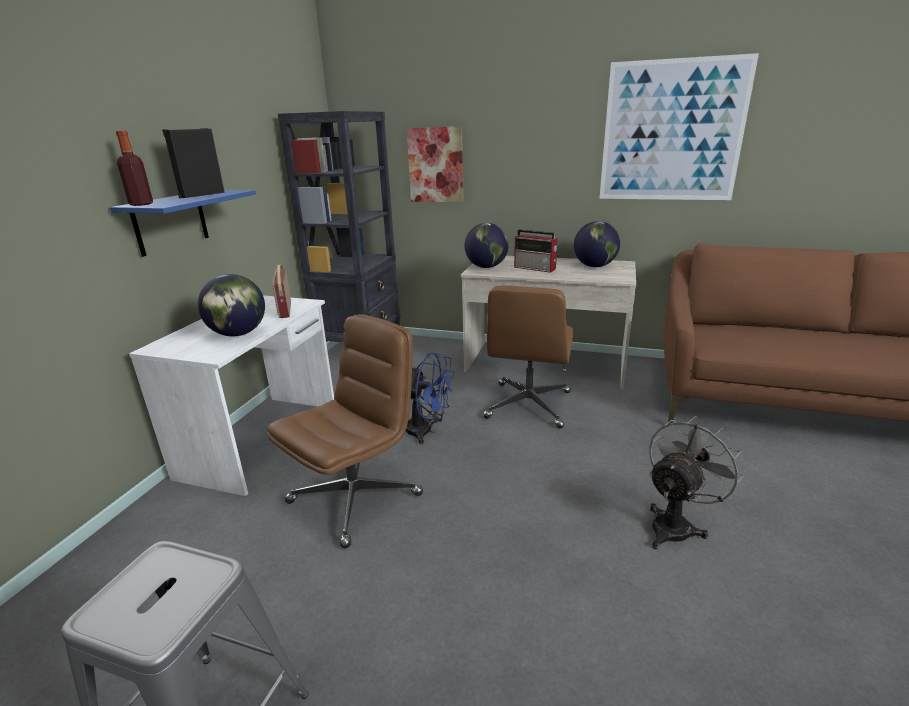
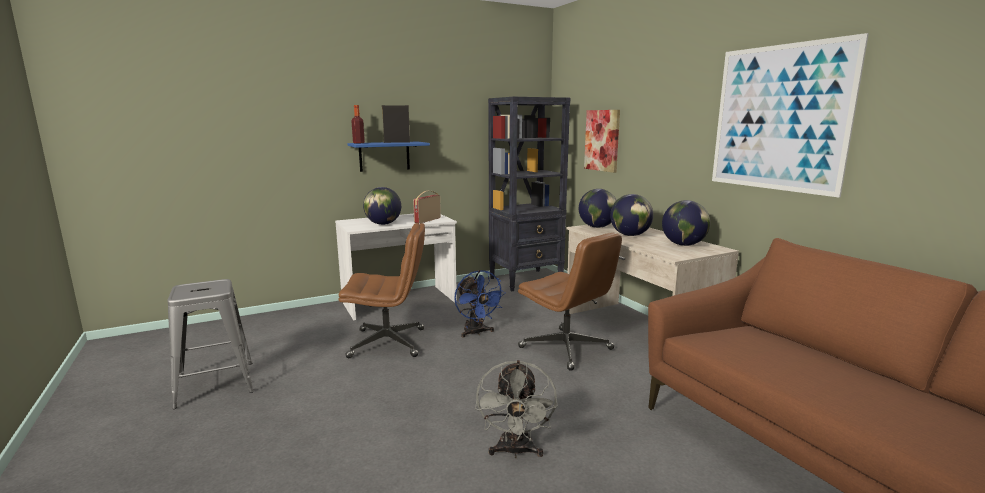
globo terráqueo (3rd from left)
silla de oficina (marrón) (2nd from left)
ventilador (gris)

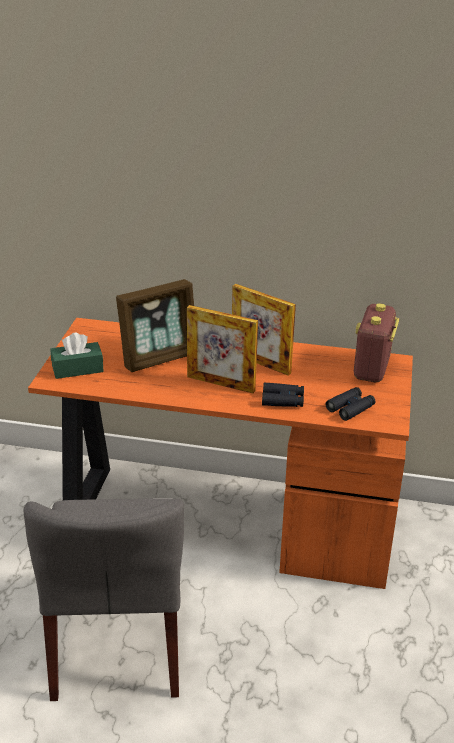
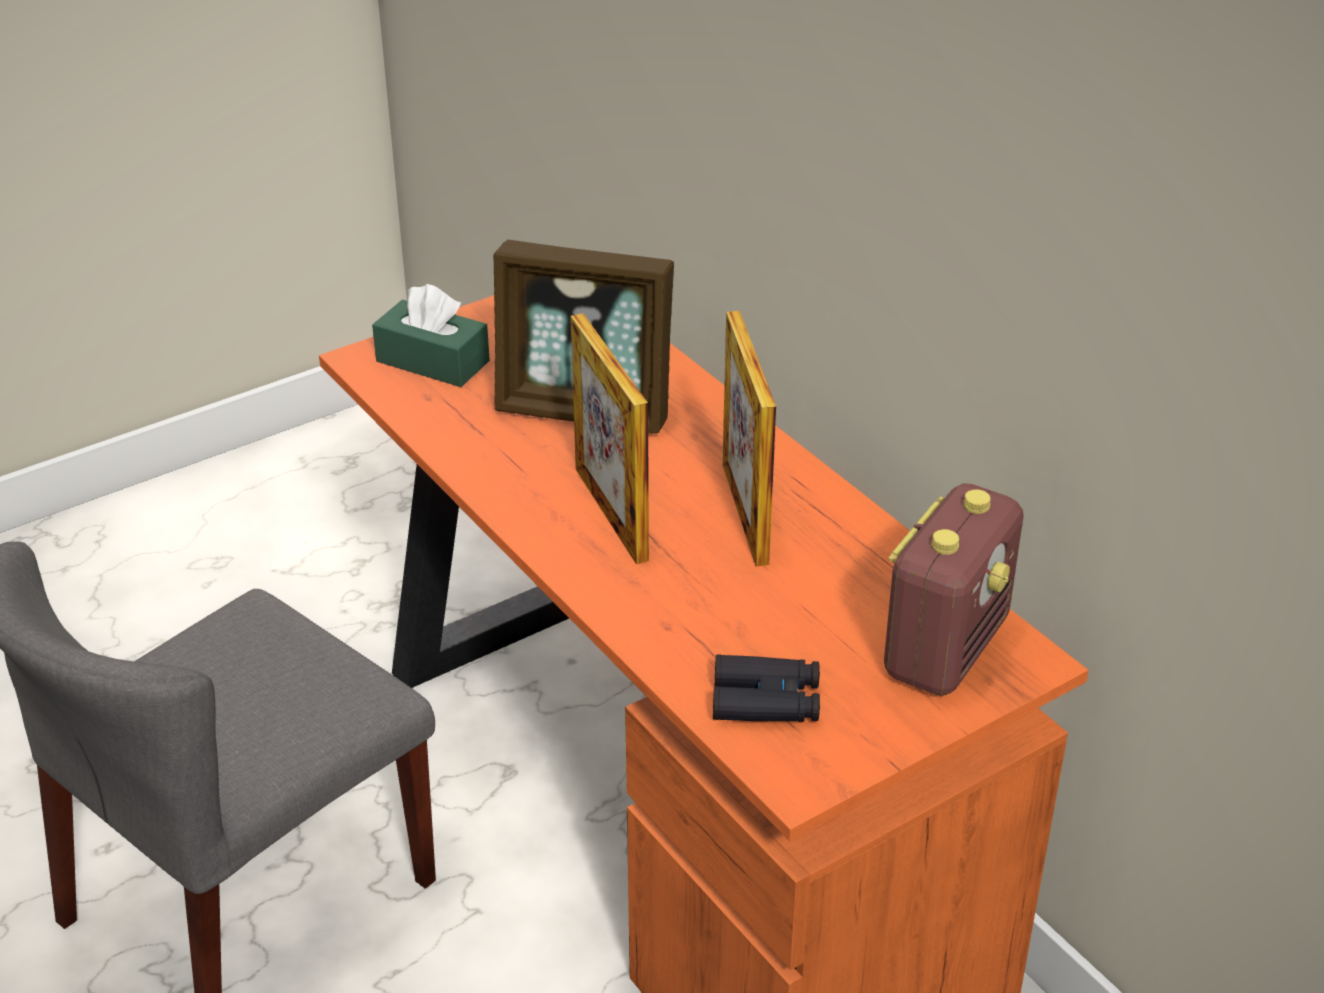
prismáticos (negro) (1st from left in the first image)
radio

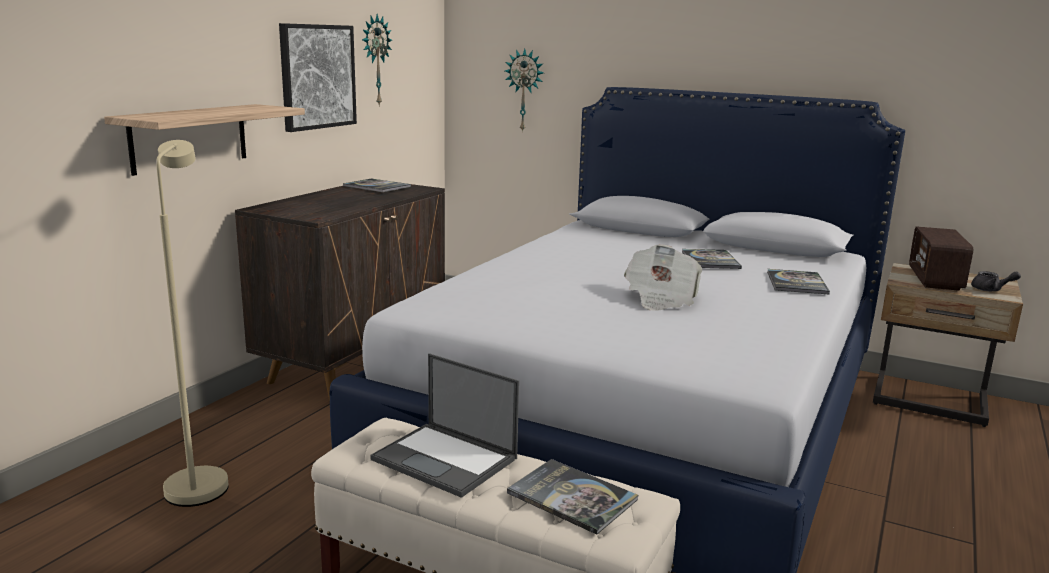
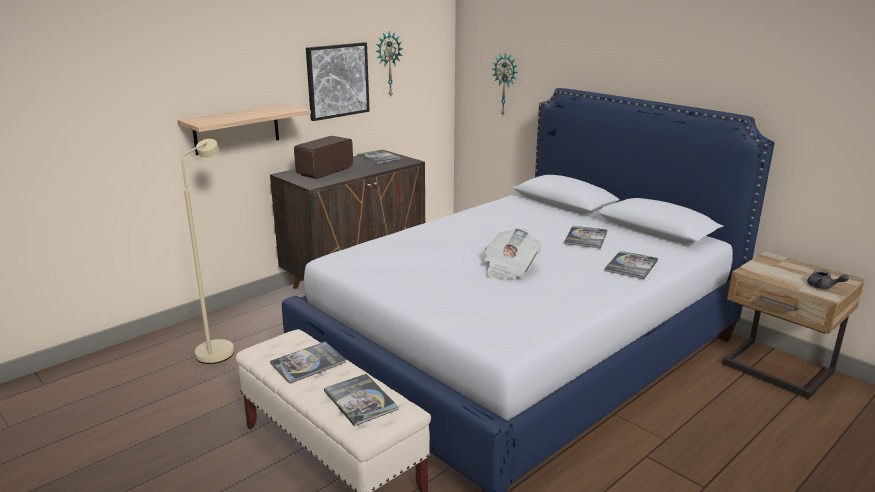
radio
libro (1st from left)

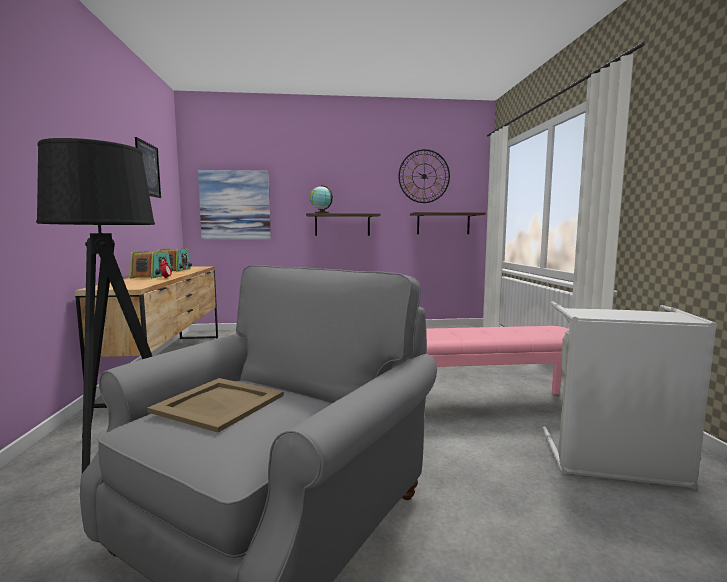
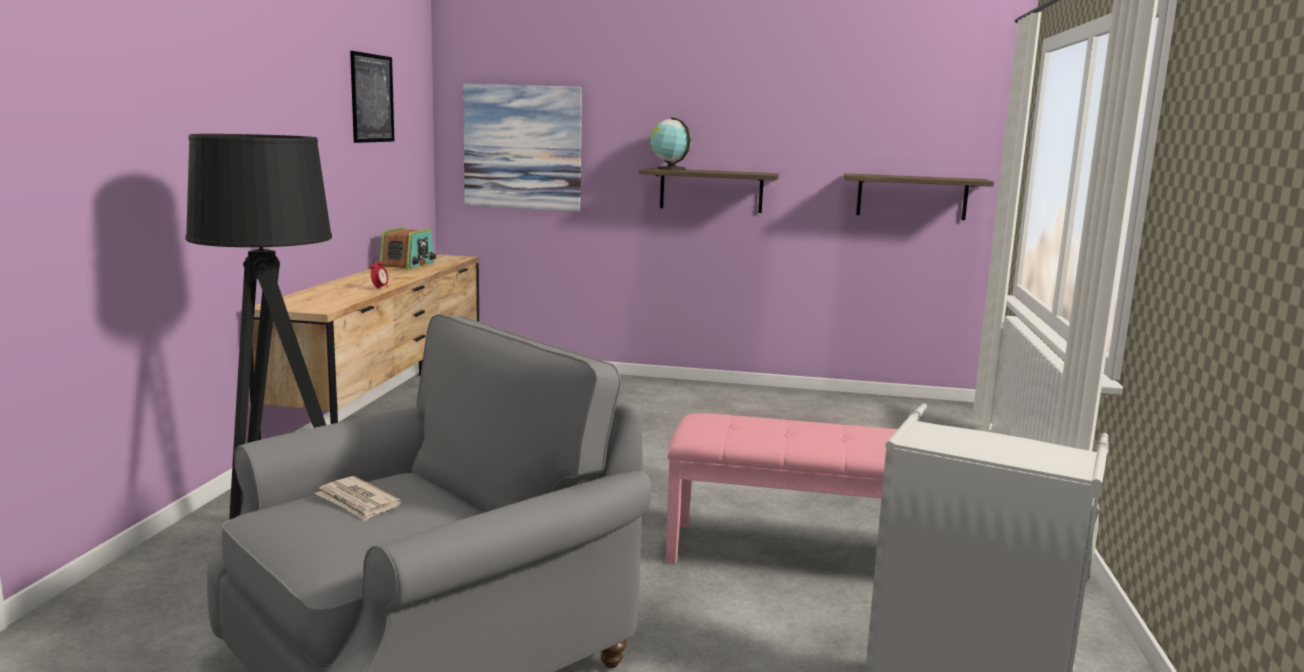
radio (1st from left in the first image)
reloj de pared
periódico

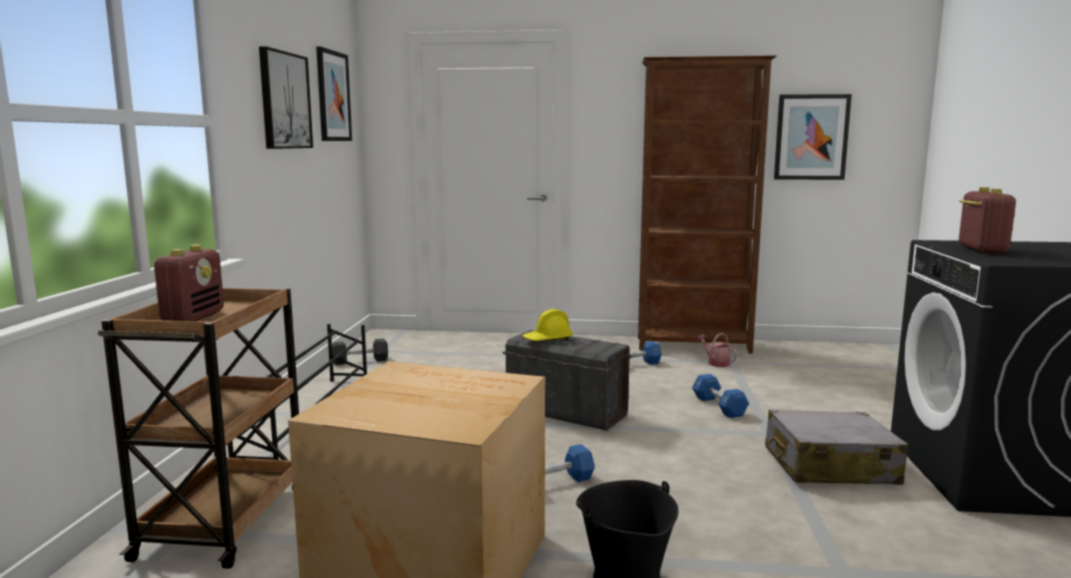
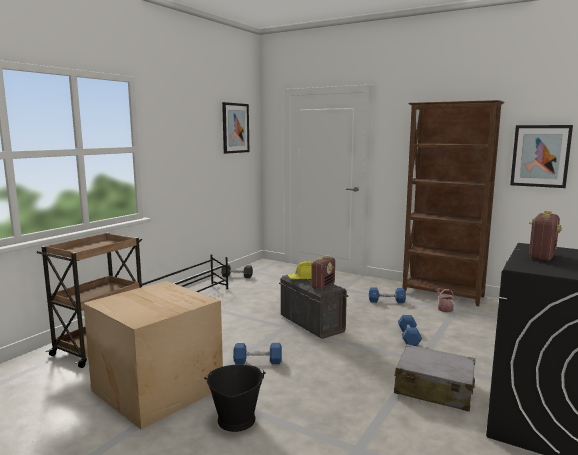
cuadro (1st from left in the first image)
radio (1st from left)

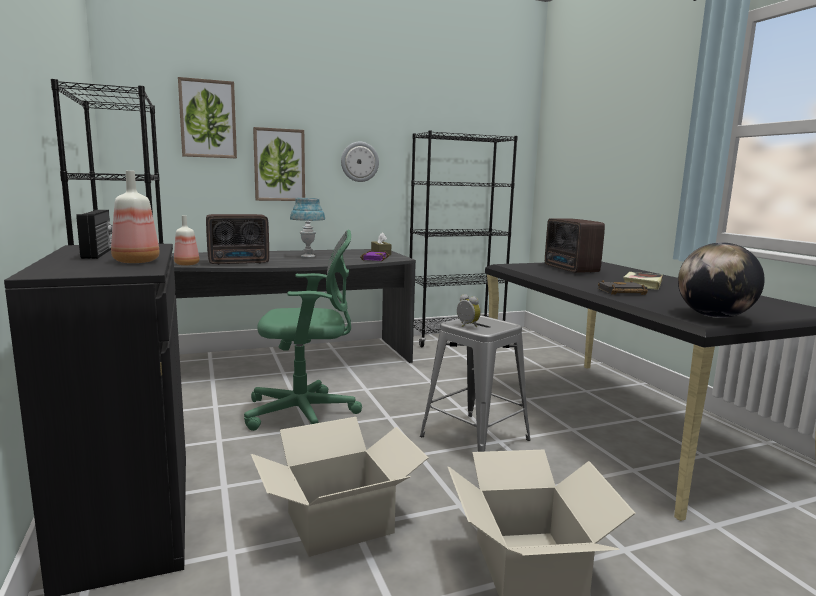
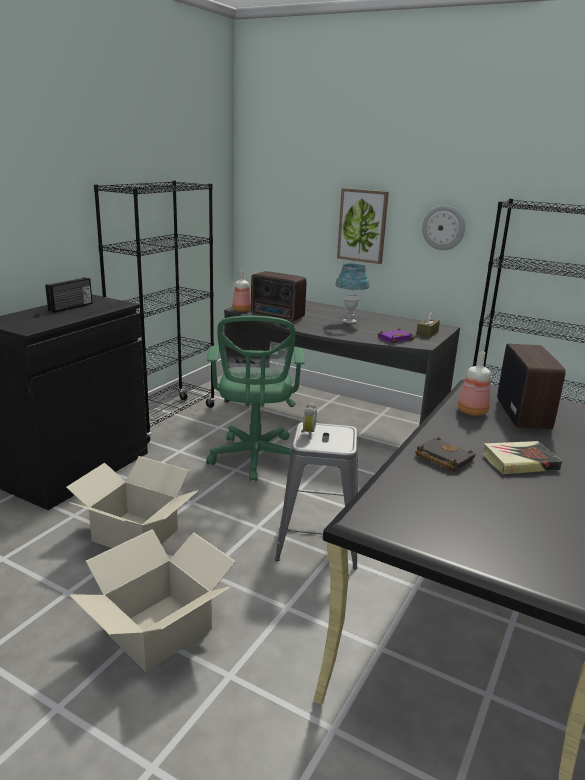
cuadro (1st from left in the first image)
globo terráqueo
botella (2nd from left)
silla de oficina (verde)
radio (3rd from left)

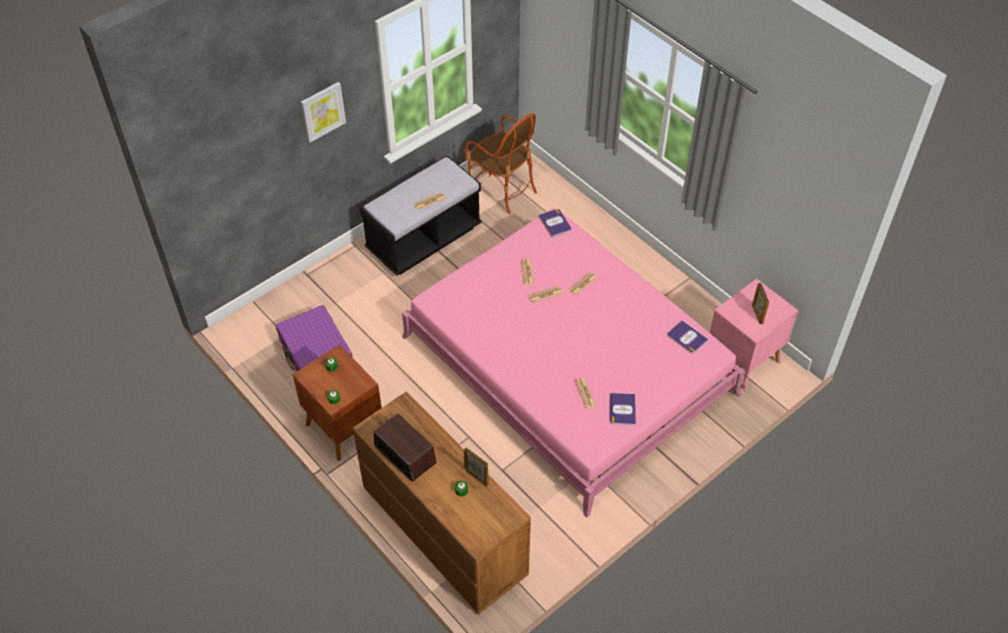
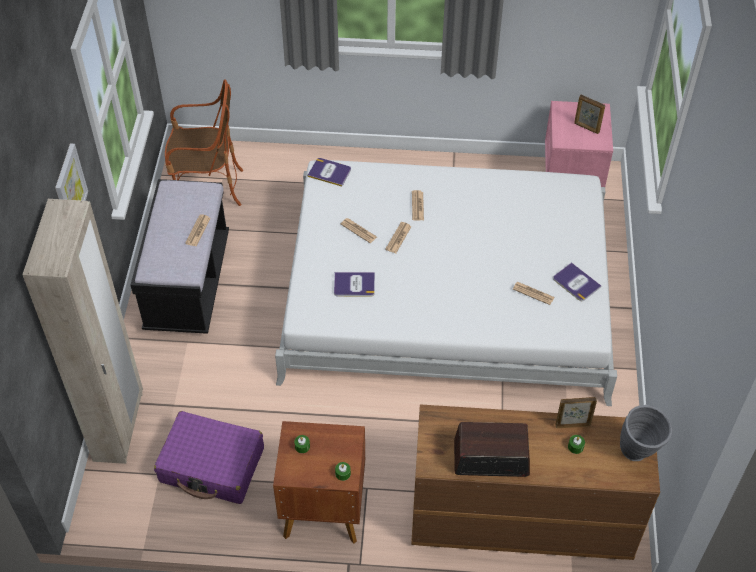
armario ropero (beis)
florero (gris)
libro (2nd from left)
cama (blanco)

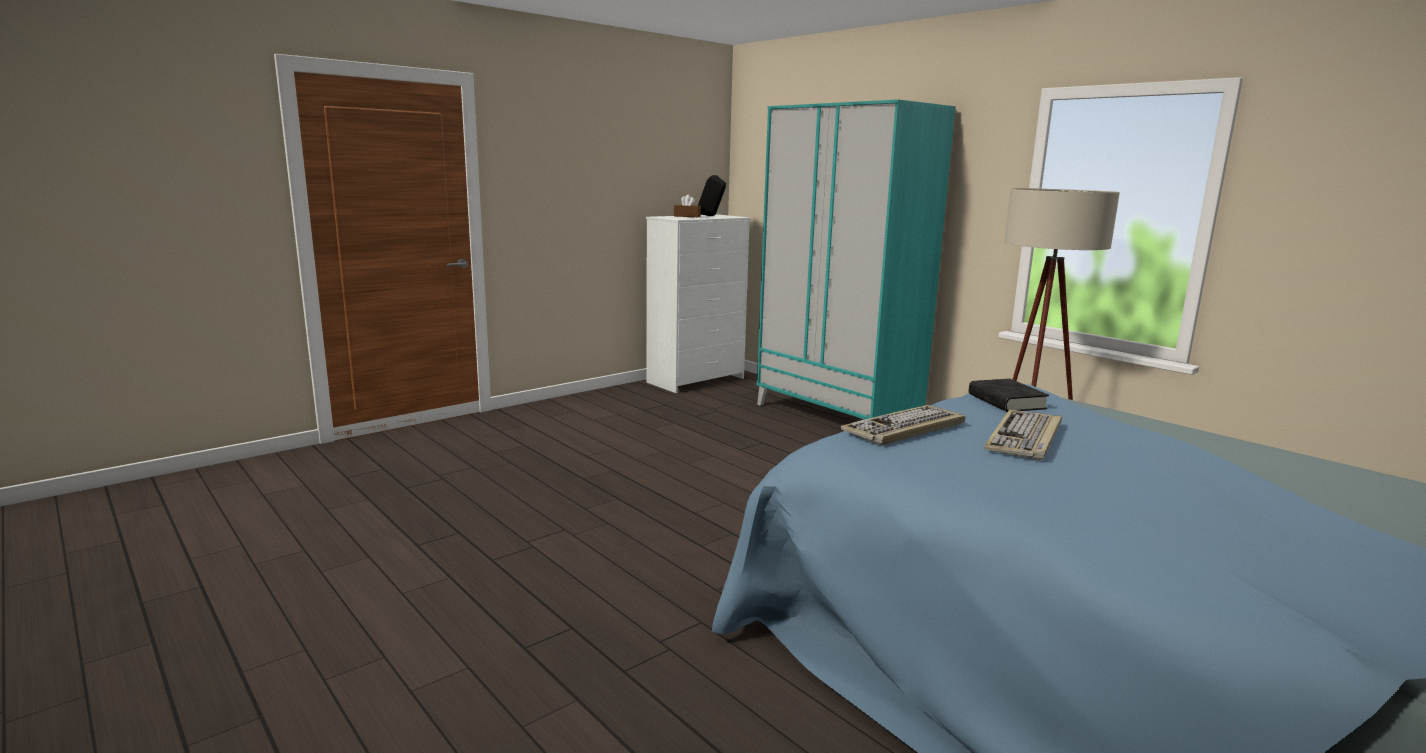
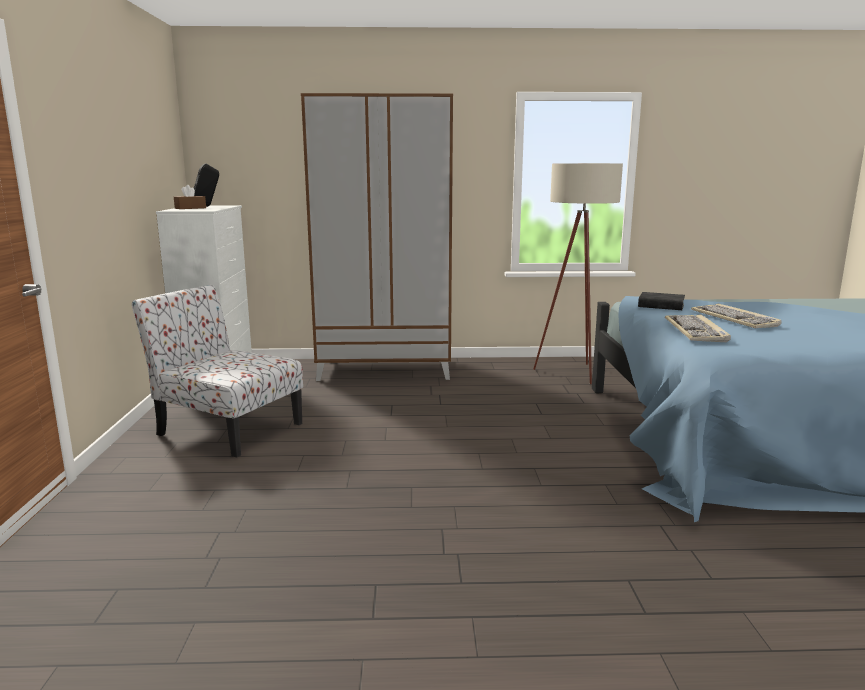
silla
armario ropero (marrón)

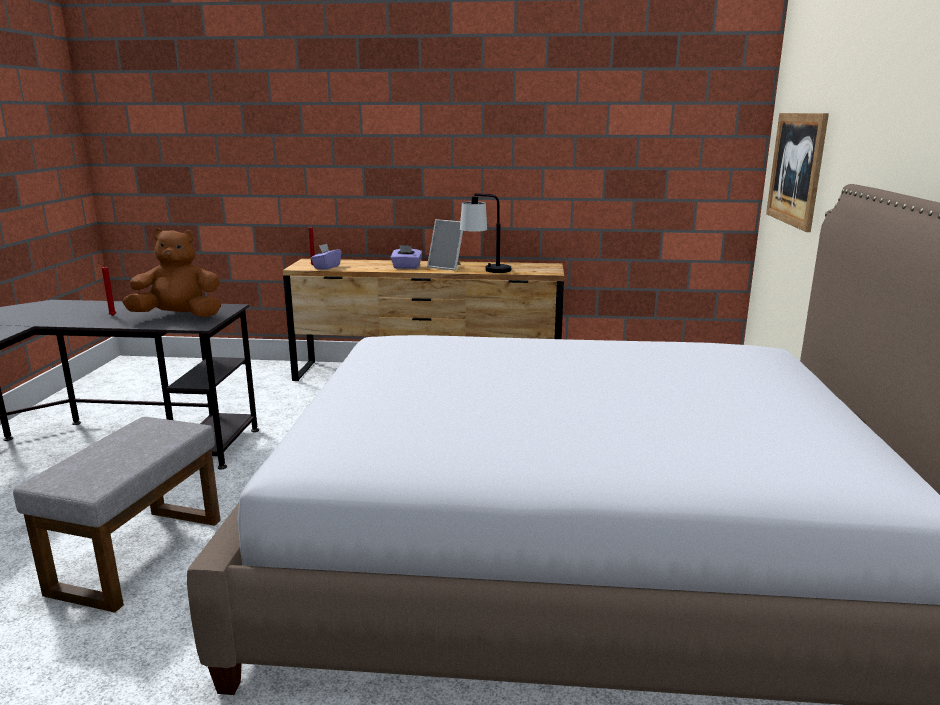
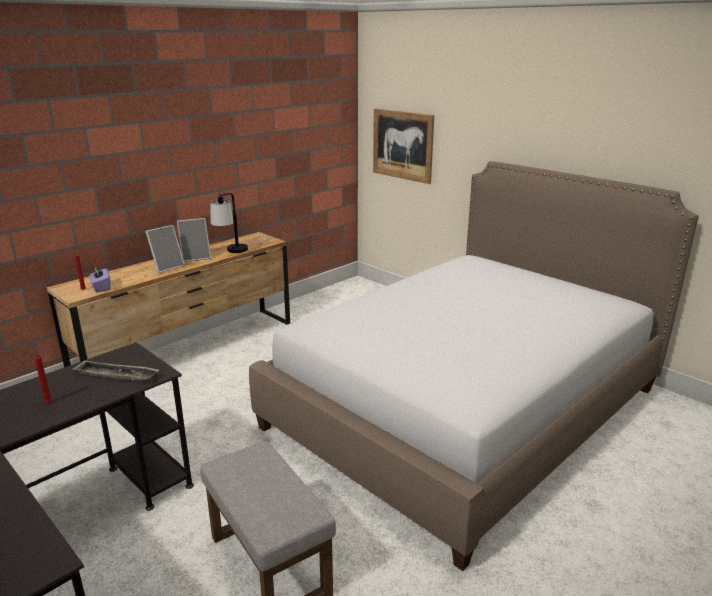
bandeja
portarretratos (1st from left)

